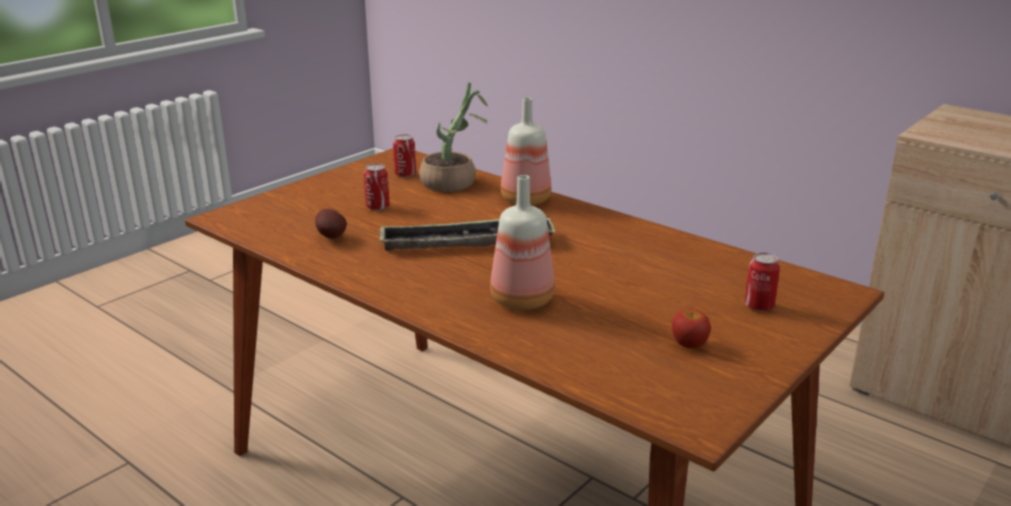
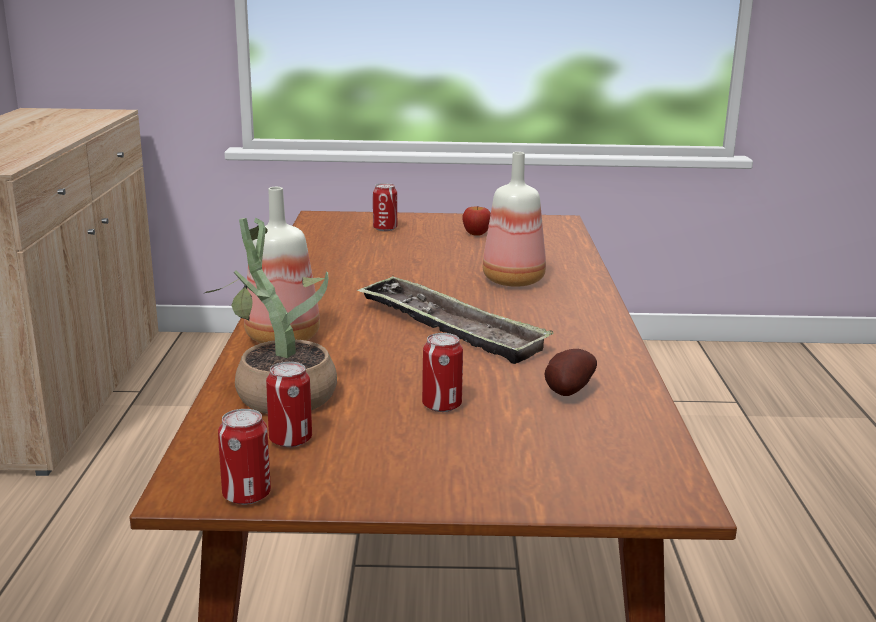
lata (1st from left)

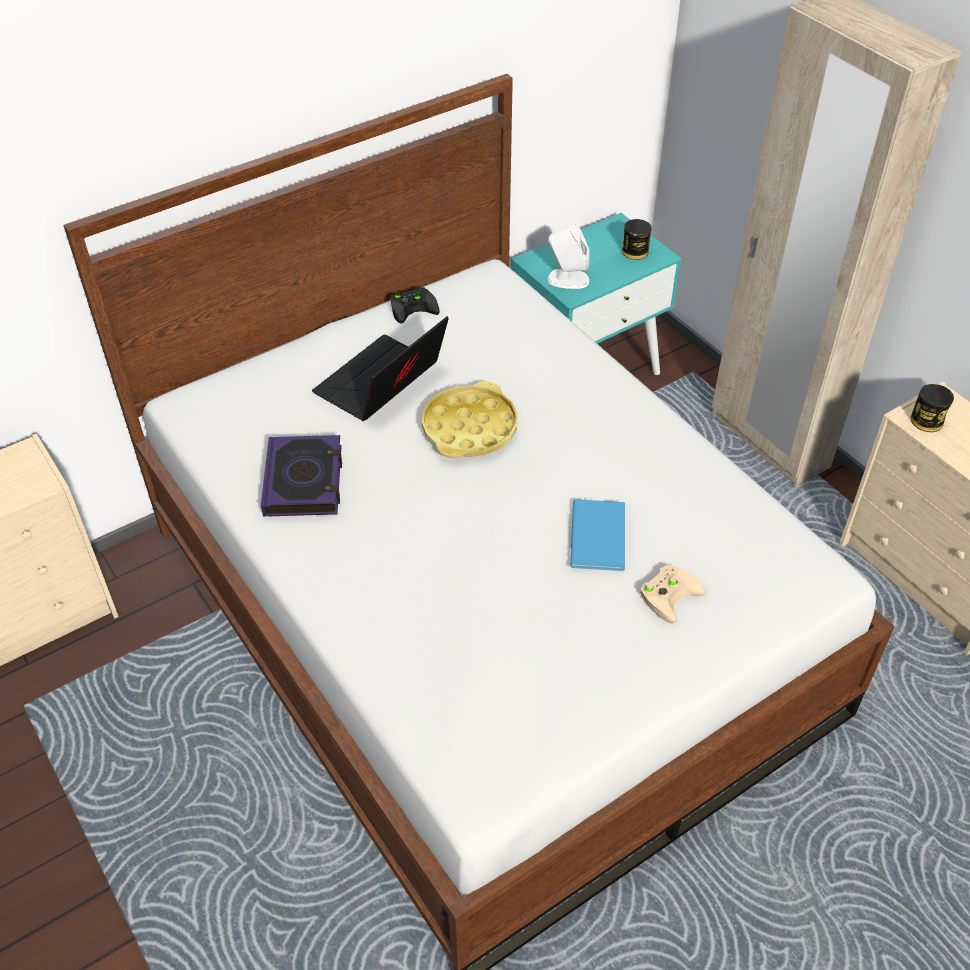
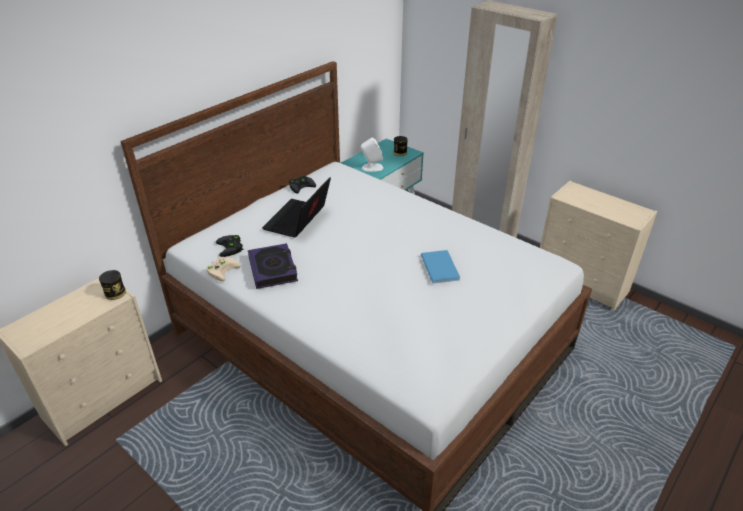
bandeja (amarillo)
mando de consola (negro) (1st from left)
mando de consola (beis)
lata (1st from left)

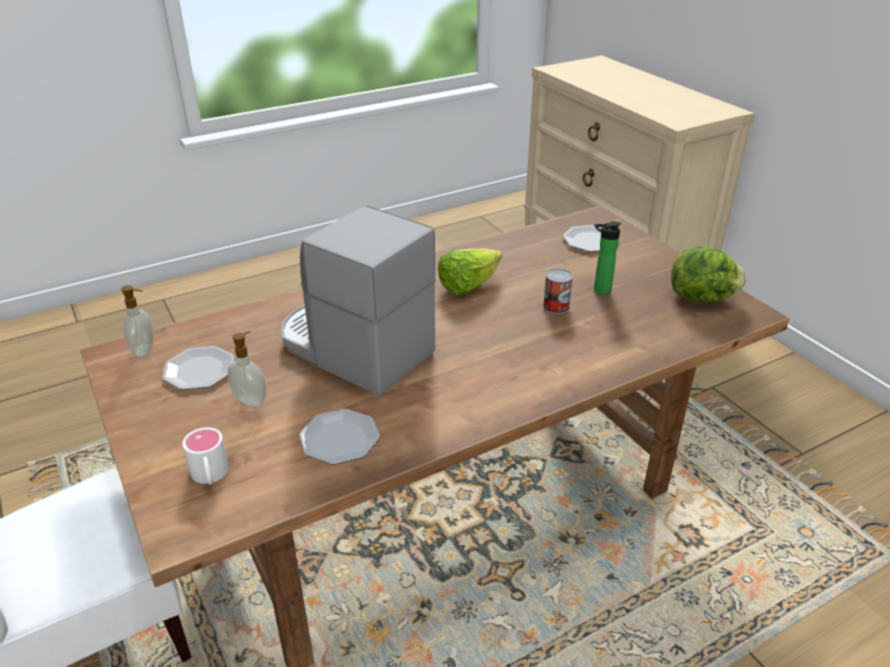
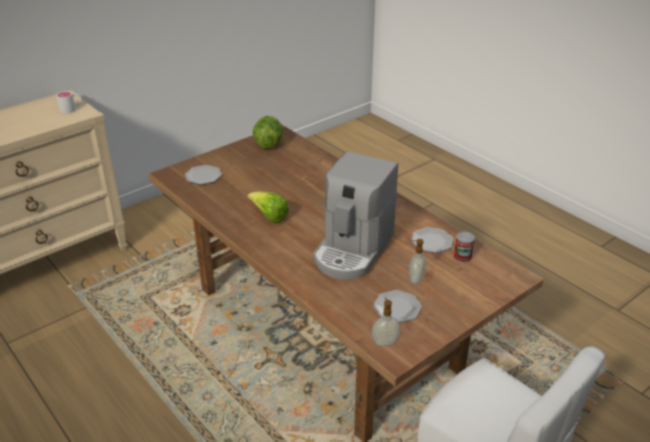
botella
taza grande (blanco)
lata

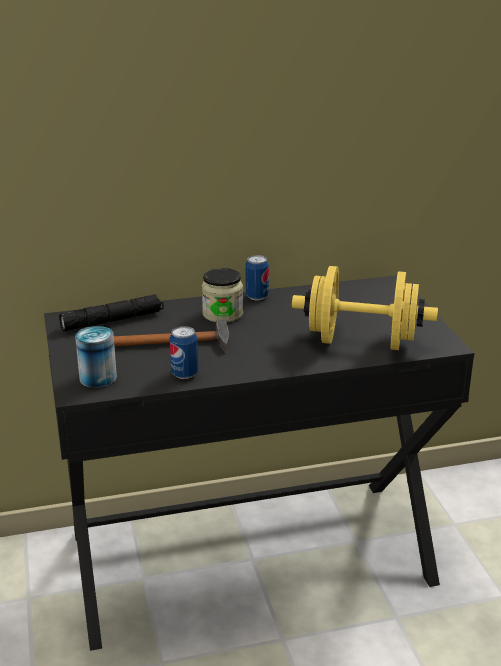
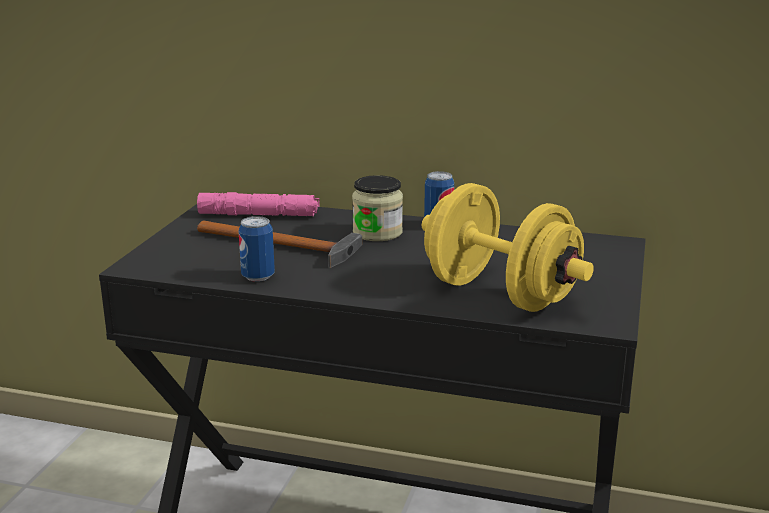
lata (1st from left in the first image)
linterna (rosa)

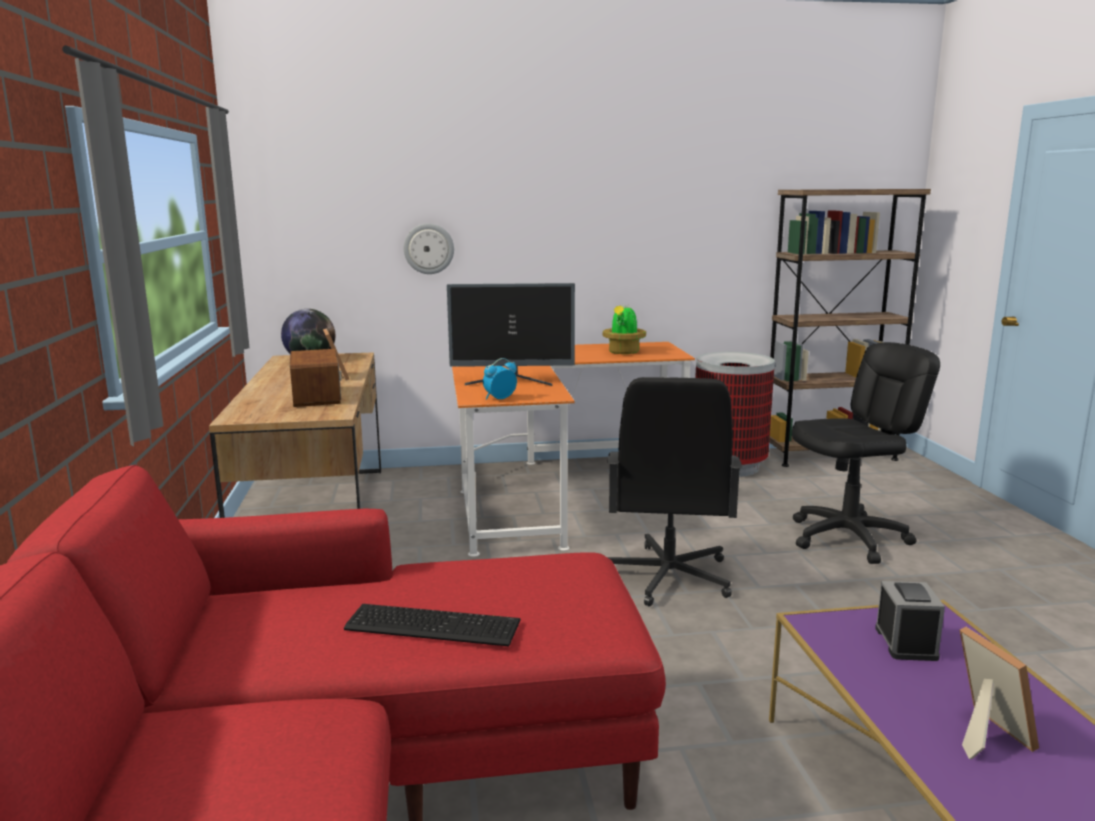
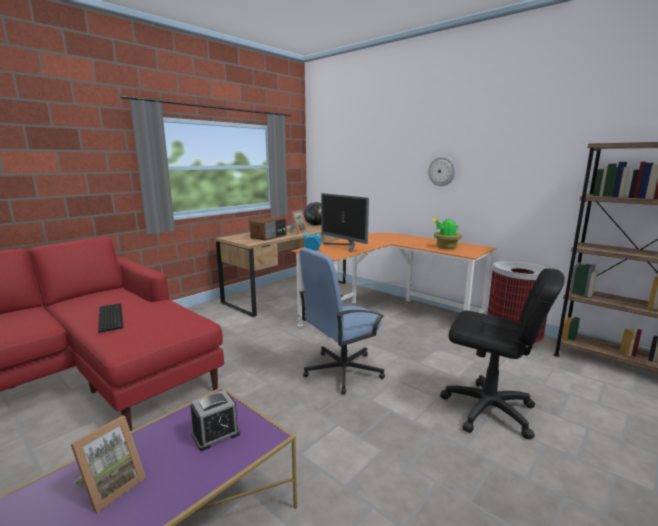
reloj de pared
silla de oficina (azul)

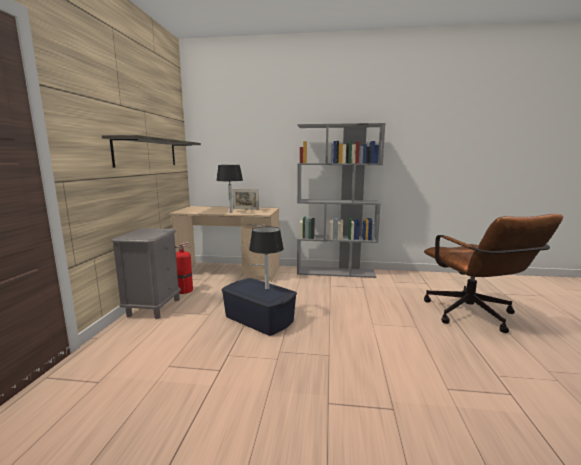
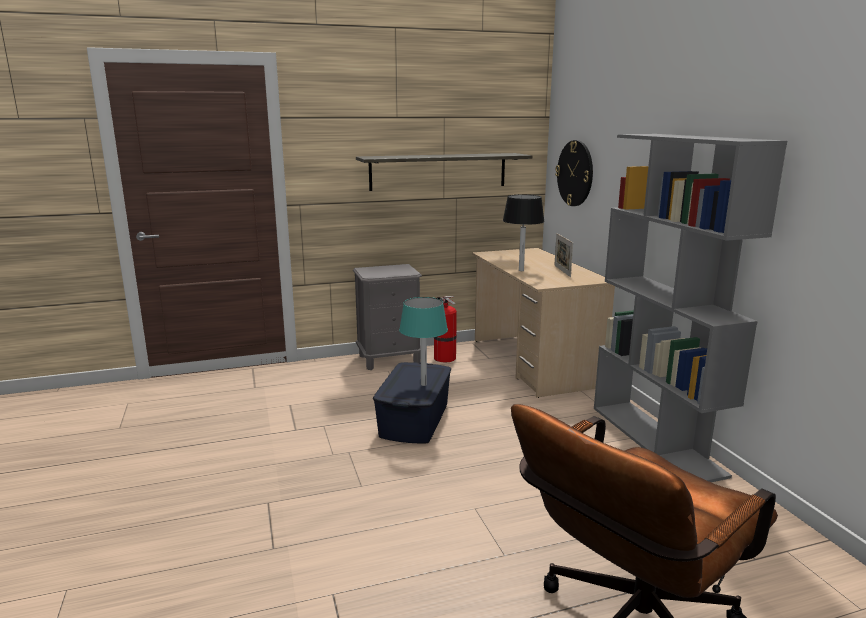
reloj de pared
lámpara de mesa (turquesa)

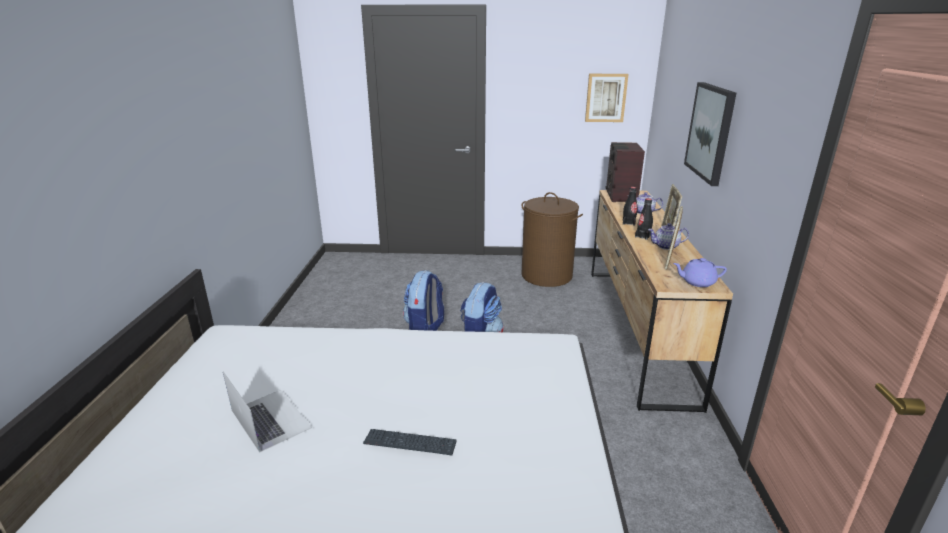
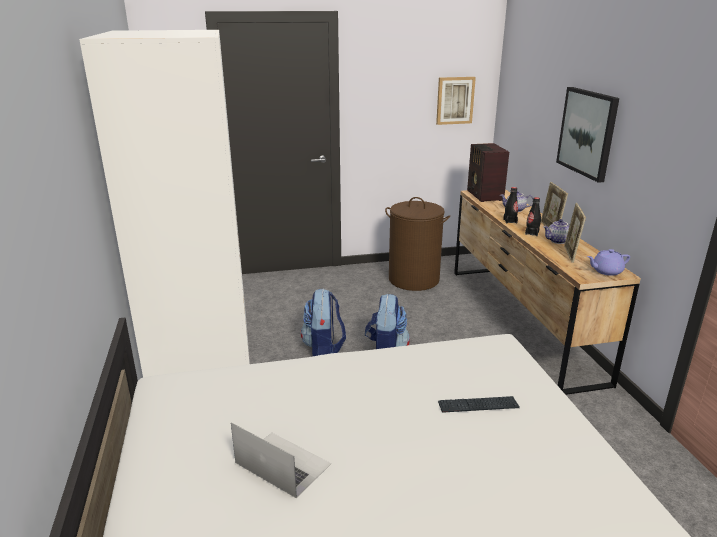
armario ropero (blanco)
teclado

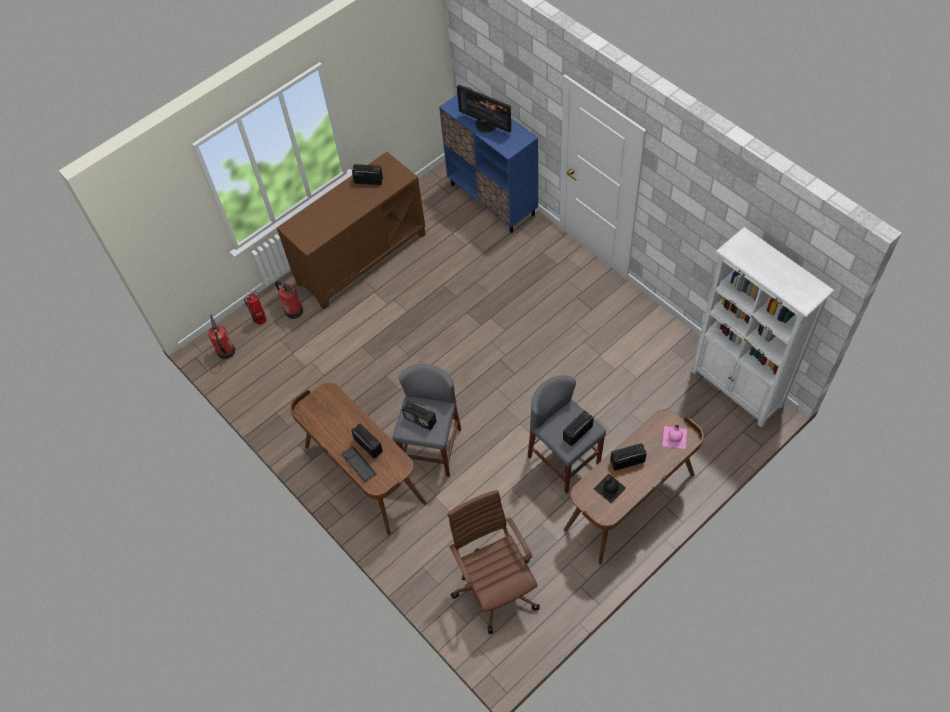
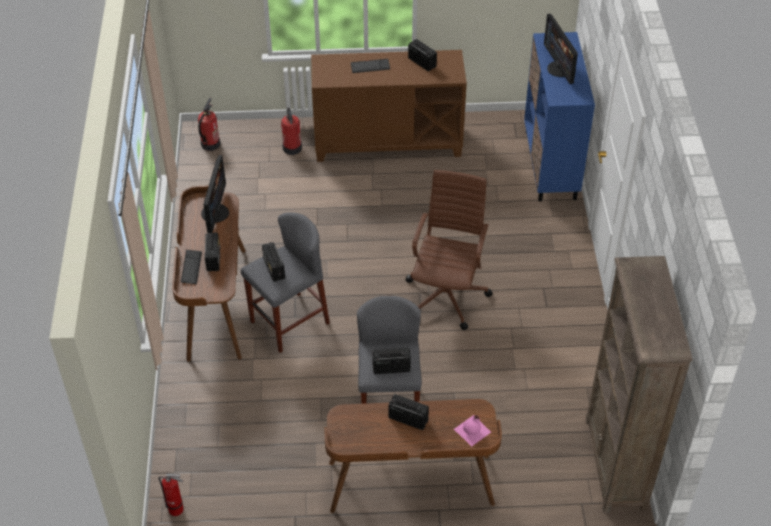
botella (negro)
monitor (1st from left)
teclado (2nd from left)
extintor (1st from left)
silla de oficina (marrón)
estantería (marrón)

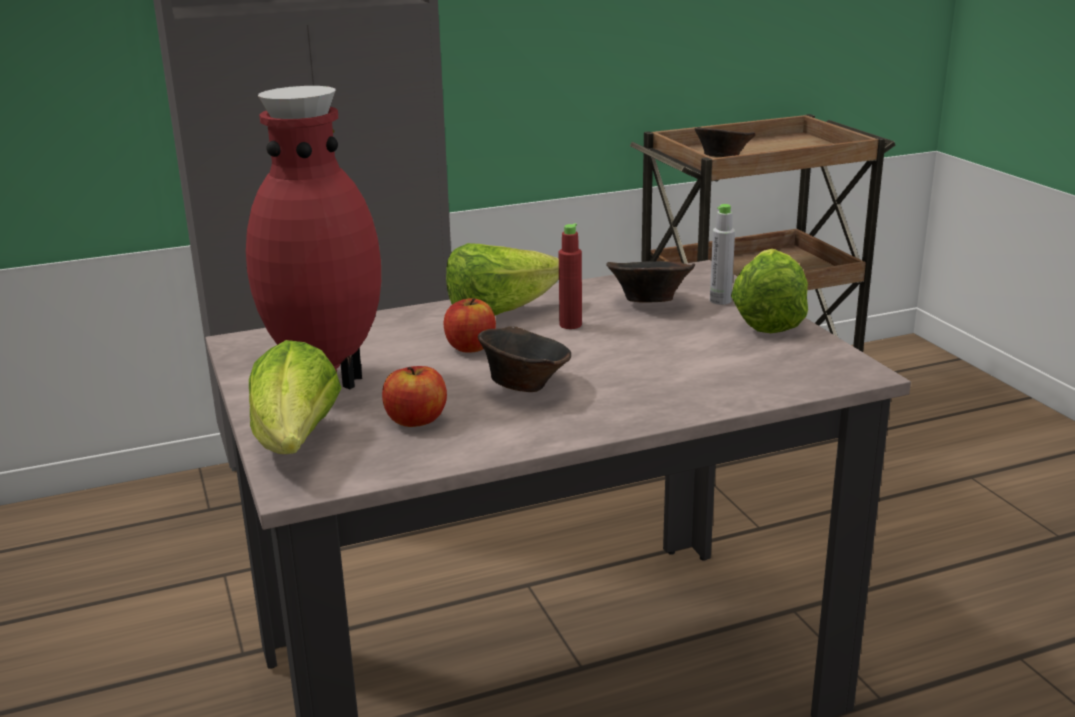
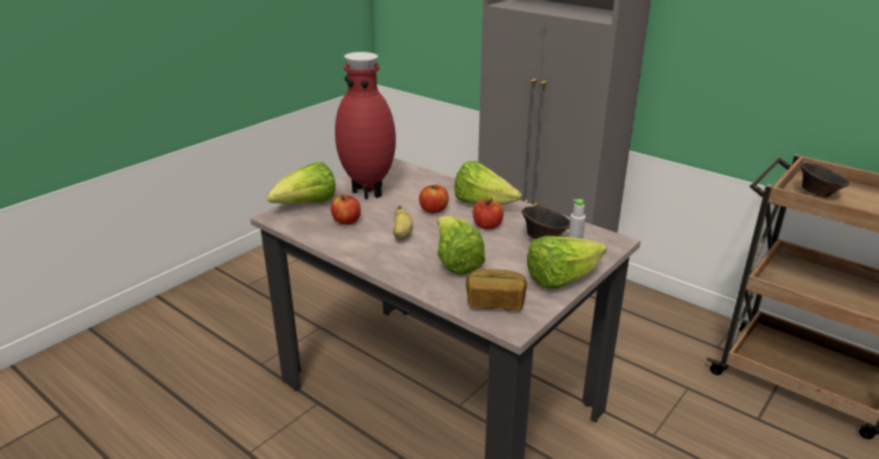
lechuga (2nd from left)
pan
plátano
manzana (3rd from left)

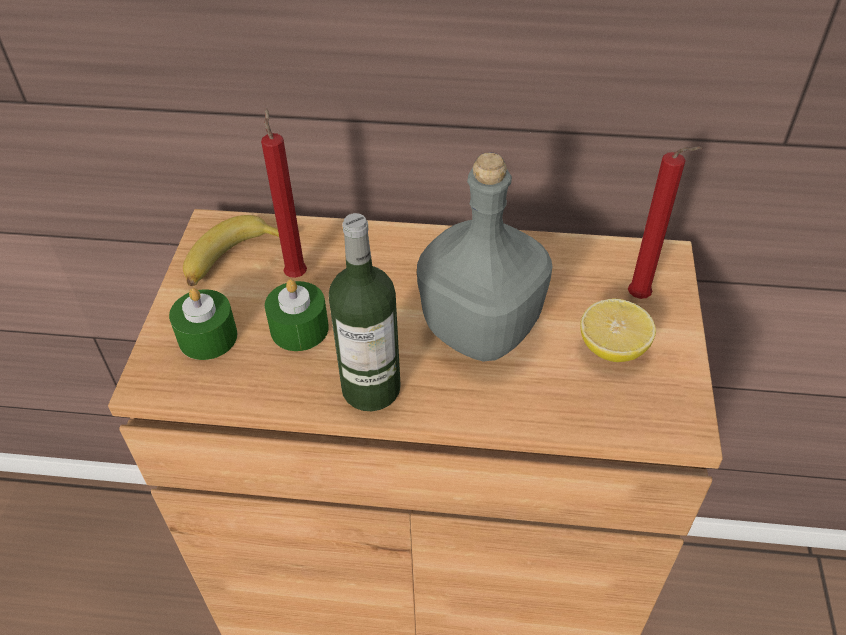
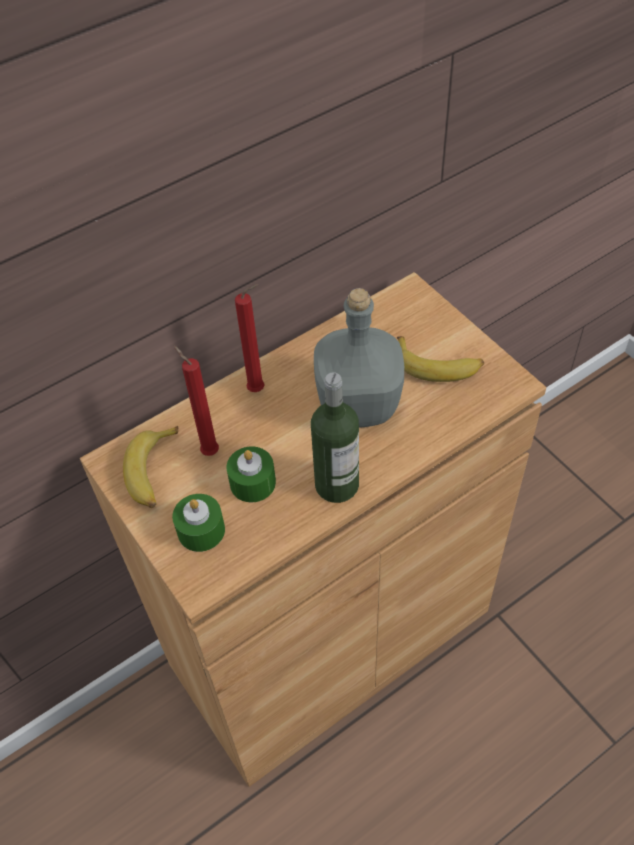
vela (rojo) (2nd from left)
plátano (2nd from left)

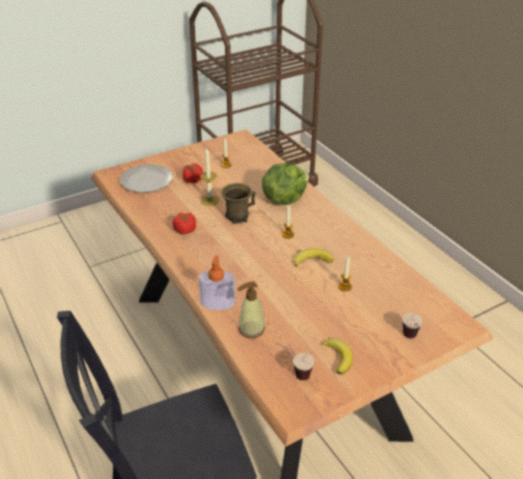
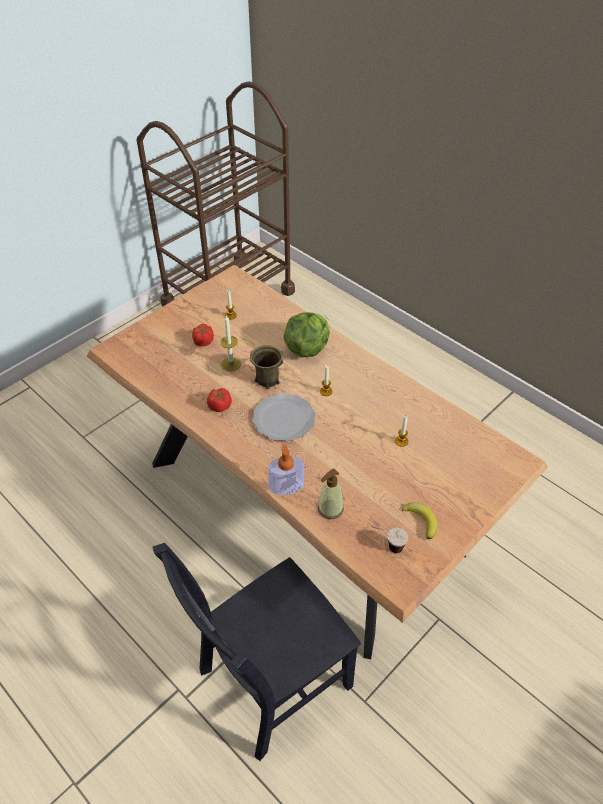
plátano (1st from left in the first image)
taza (2nd from left in the first image)
plato

